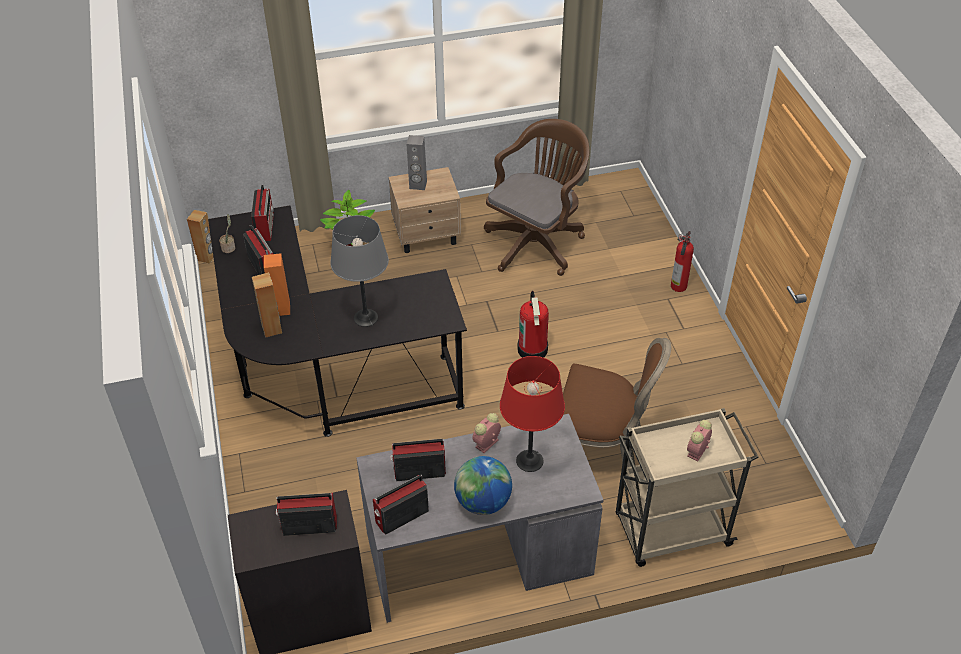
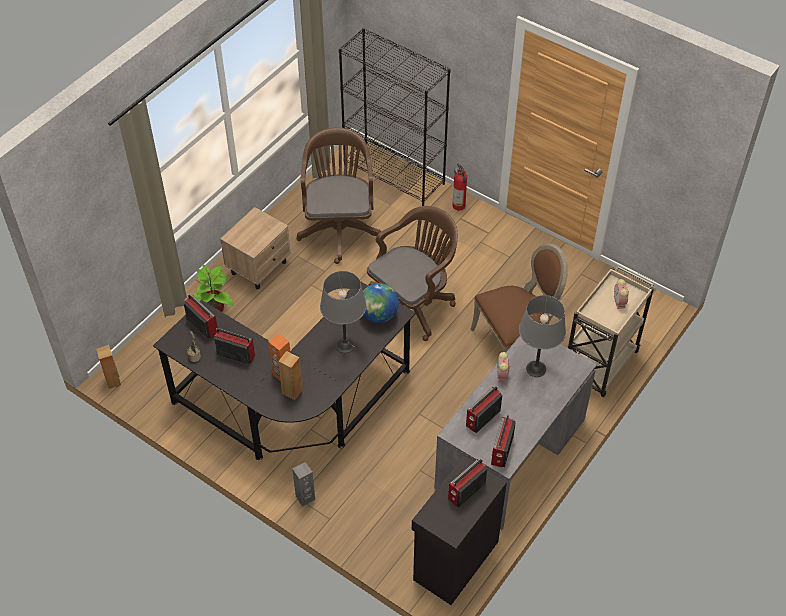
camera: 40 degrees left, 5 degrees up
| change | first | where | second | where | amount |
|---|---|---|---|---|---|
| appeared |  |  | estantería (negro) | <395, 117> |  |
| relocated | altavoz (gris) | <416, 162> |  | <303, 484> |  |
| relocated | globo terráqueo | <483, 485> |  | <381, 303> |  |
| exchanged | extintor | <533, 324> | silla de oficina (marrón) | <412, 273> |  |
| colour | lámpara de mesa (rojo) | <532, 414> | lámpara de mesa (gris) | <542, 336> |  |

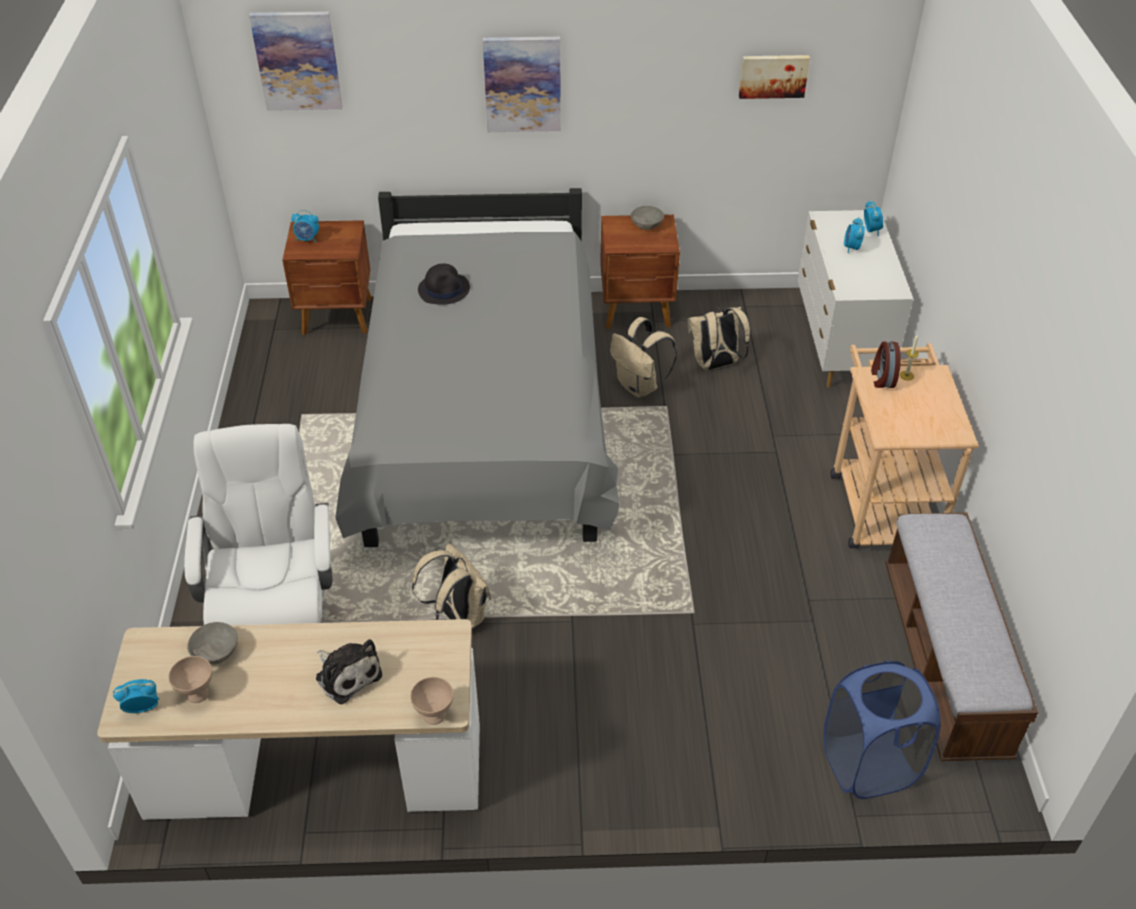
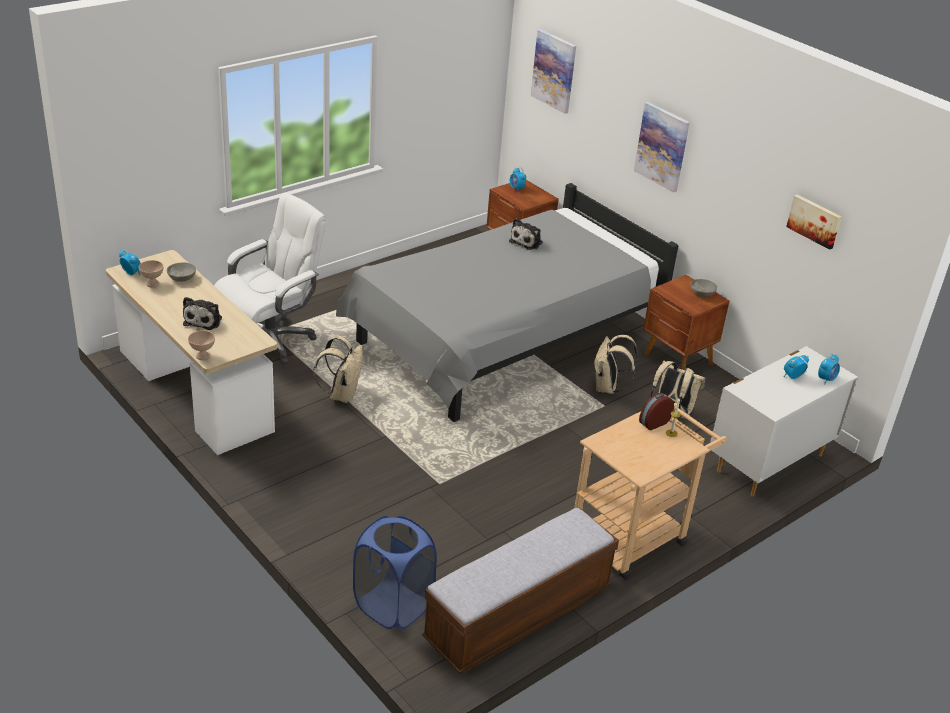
camera: 50 degrees right, 10 degrees down
| change | first | where | second | where | amount |
|---|---|---|---|---|---|
| exchanged | sombrero (negro) | <444, 284> | peluche | <526, 234> |  |

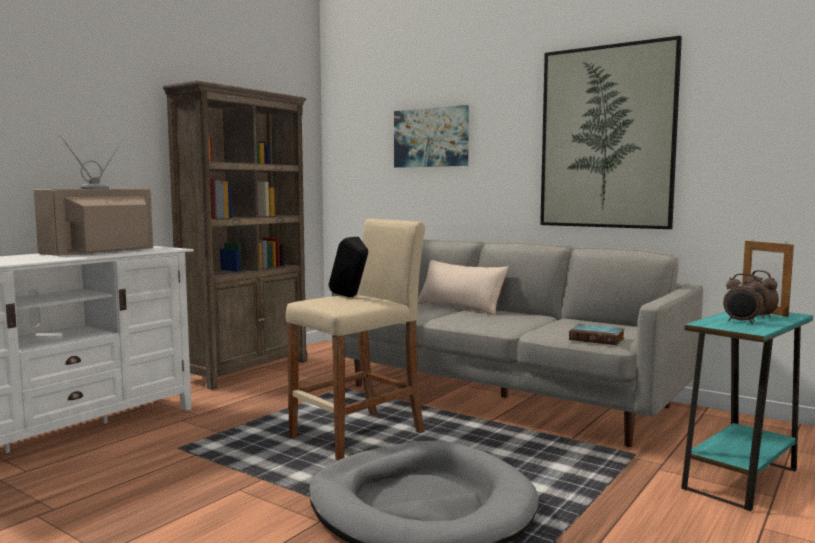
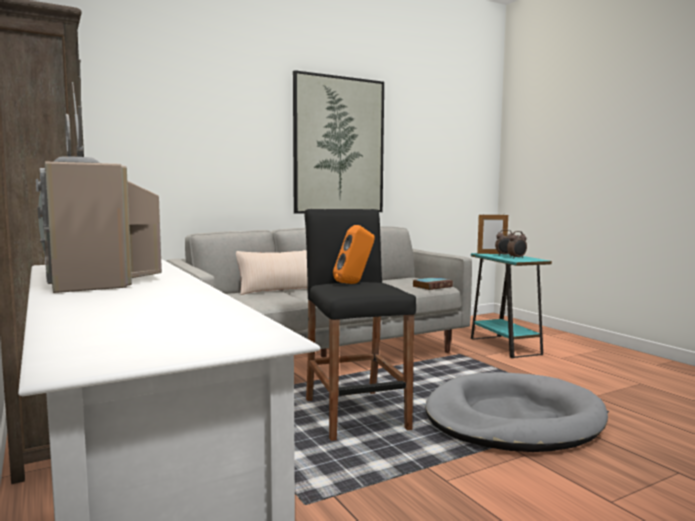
camera: 65 degrees left, 0 degrees up
| change | first | where | second | where | amount |
|---|---|---|---|---|---|
| missing | cuadro | <431, 136> |  |  |  |
| colour | taburete (beis) | <355, 340> | taburete (negro) | <360, 325> |  |
| colour | altavoz (negro) | <348, 267> | altavoz (naranja) | <353, 254> |  |

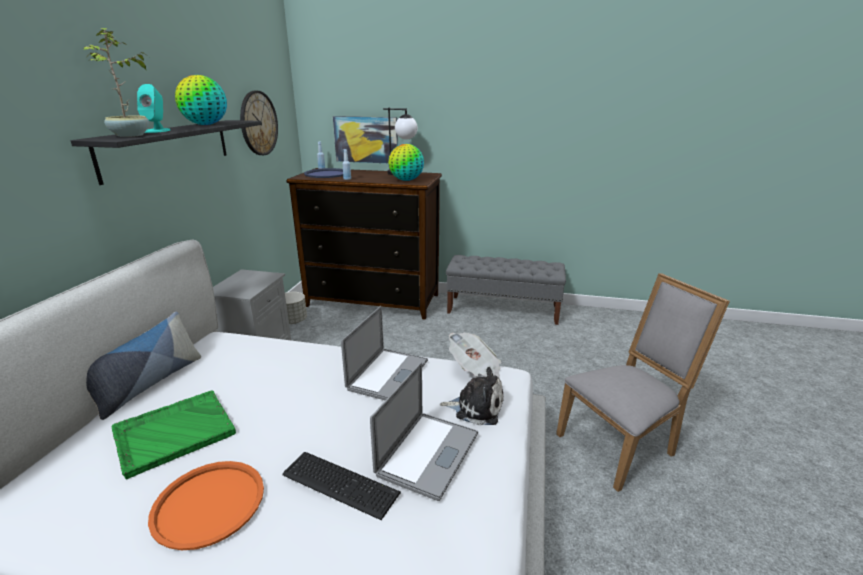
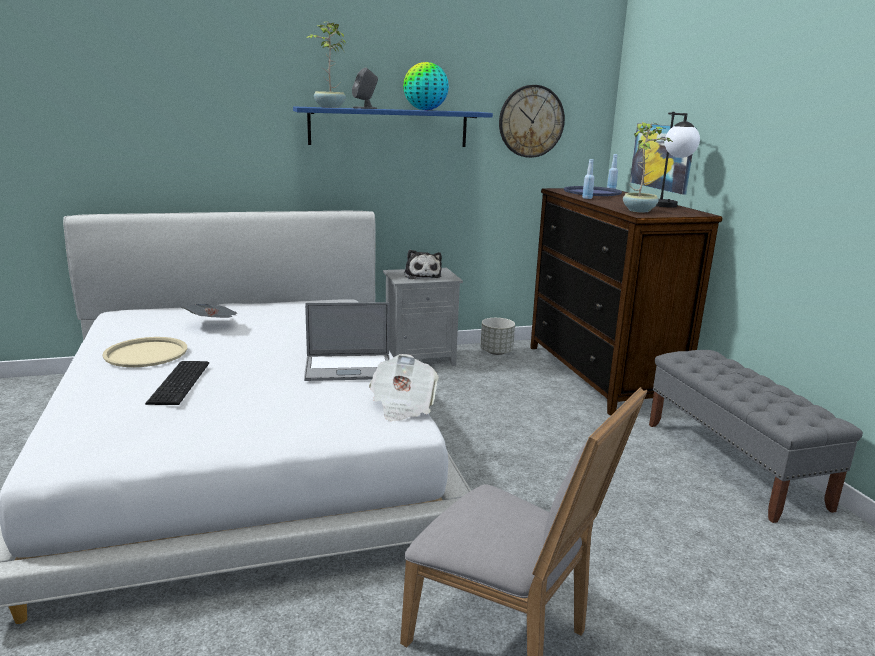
camera: 60 degrees right, 5 degrees down
| change | first | where | second | where | amount |
|---|---|---|---|---|---|
| missing | cojín | <143, 365> |  |  |  |
| missing | portátil | <424, 431> |  |  |  |
| relocated | peluche | <472, 396> |  | <423, 264> |  |
| exchanged | bandeja (verde) | <173, 435> | periódico | <209, 311> |  |
| exchanged | globo terráqueo | <406, 162> | planta en maceta | <648, 167> |  |
| colour | estante (negro) | <165, 152> | estante (azul) | <393, 126> |  |
| colour | altavoz (turquesa) | <153, 108> | altavoz (gris) | <365, 88> |  |
| colour | bandeja (naranja) | <206, 505> | bandeja (beis) | <144, 352> |  |

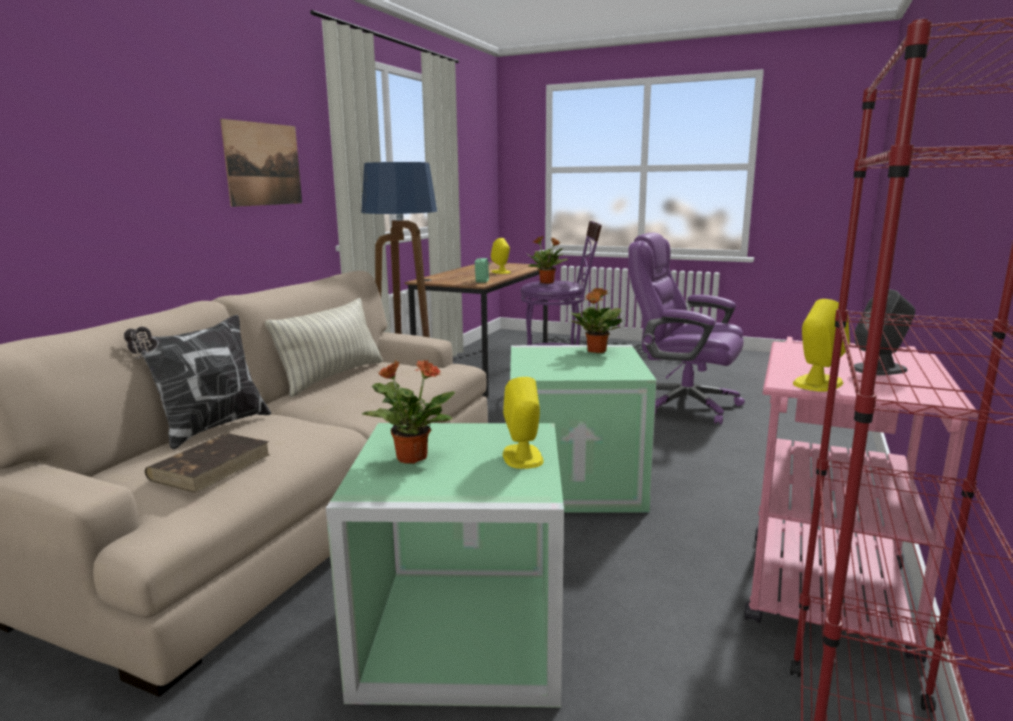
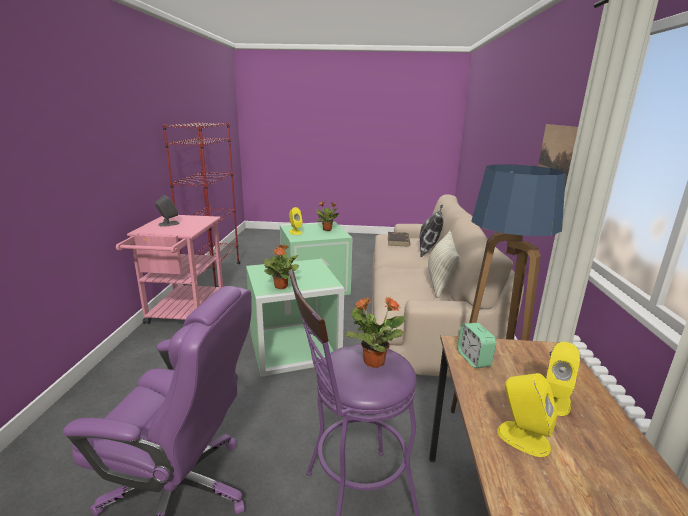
camera: 160 degrees right, 5 degrees up
| change | first | where | second | where | amount |
|---|---|---|---|---|---|
| relocated | altavoz (amarillo) | <821, 345> |  | <563, 379> |  |

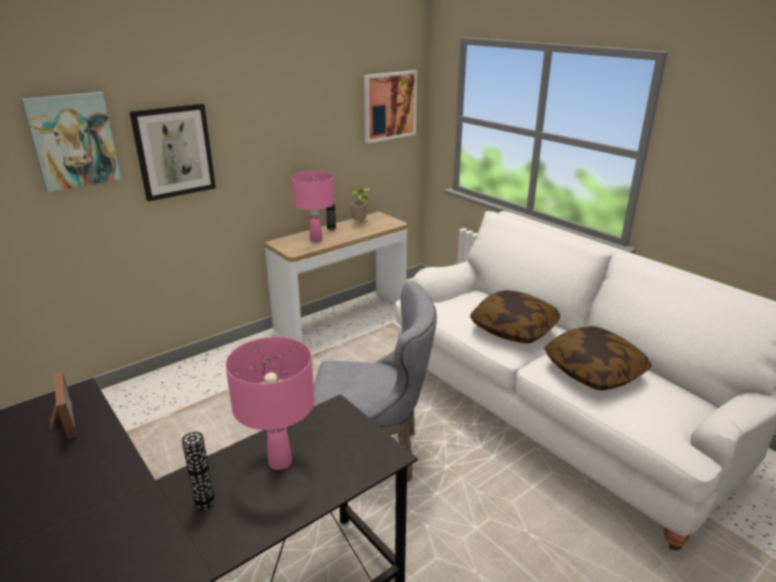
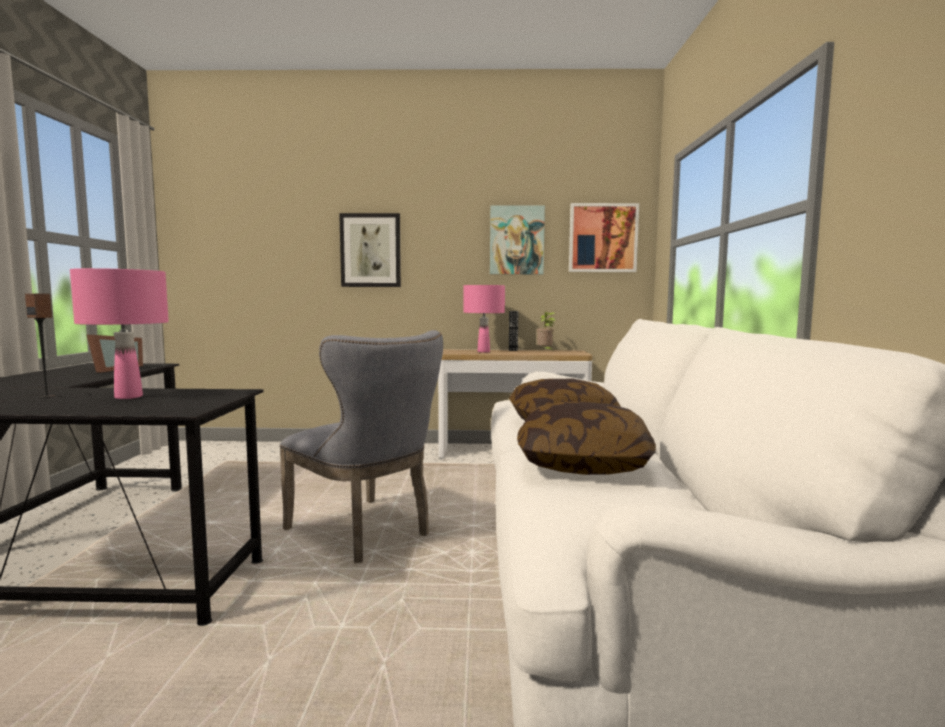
camera: 40 degrees right, 20 degrees down
| change | first | where | second | where | amount |
|---|---|---|---|---|---|
| relocated | cuadro | <71, 142> |  | <517, 239> |  |
| exchanged | florero | <198, 471> | altavoz | <40, 345> |  |

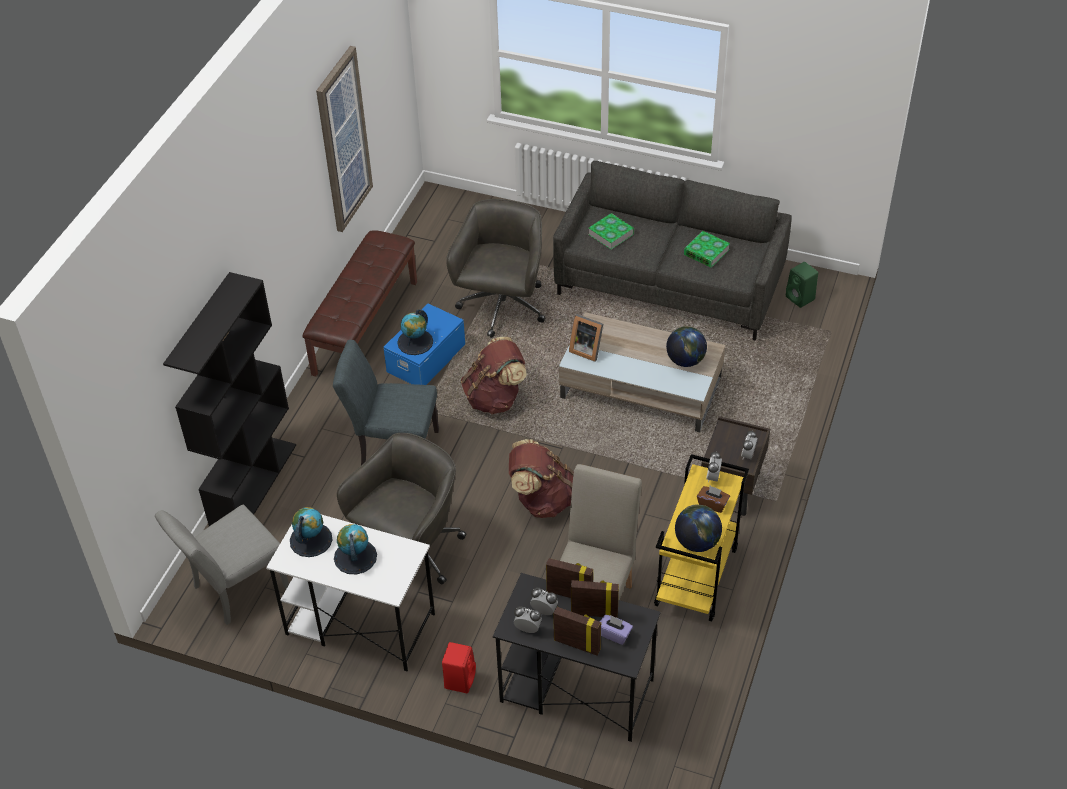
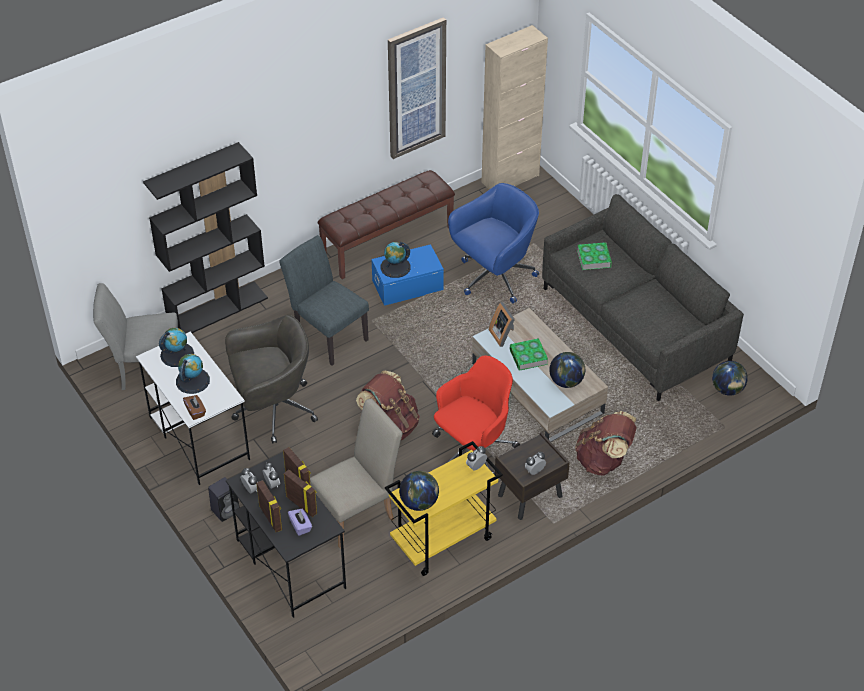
camera: 35 degrees right, 0 degrees up
| change | first | where | second | where | amount |
|---|---|---|---|---|---|
| appeared |  |  | silla de oficina (rojo) | <476, 415> |  |
| appeared |  |  | armario (beis) | <514, 107> |  |
| relocated | mochila (marrón) | <494, 375> |  | <606, 443> |  |
| relocated | libro | <707, 249> |  | <529, 354> |  |
| relocated | caja de pañuelos (marrón) | <713, 499> |  | <194, 407> |  |
| exchanged | altavoz (verde) | <802, 285> | globo terráqueo | <730, 378> |  |
| colour | altavoz (rojo) | <459, 667> | altavoz (negro) | <224, 499> |  |
| colour | silla de oficina (gris) | <495, 268> | silla de oficina (azul) | <493, 243> |  |

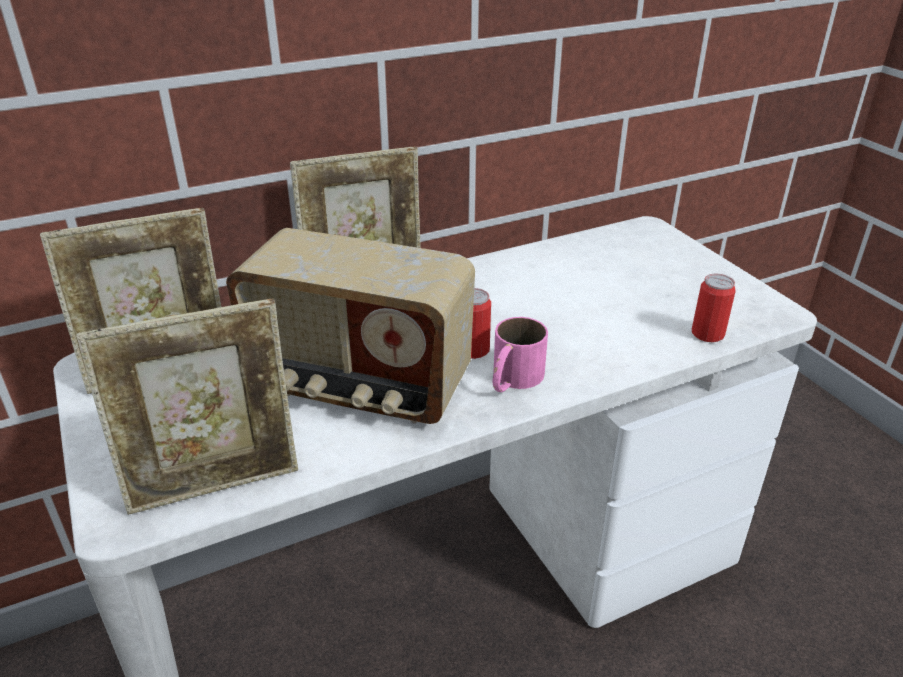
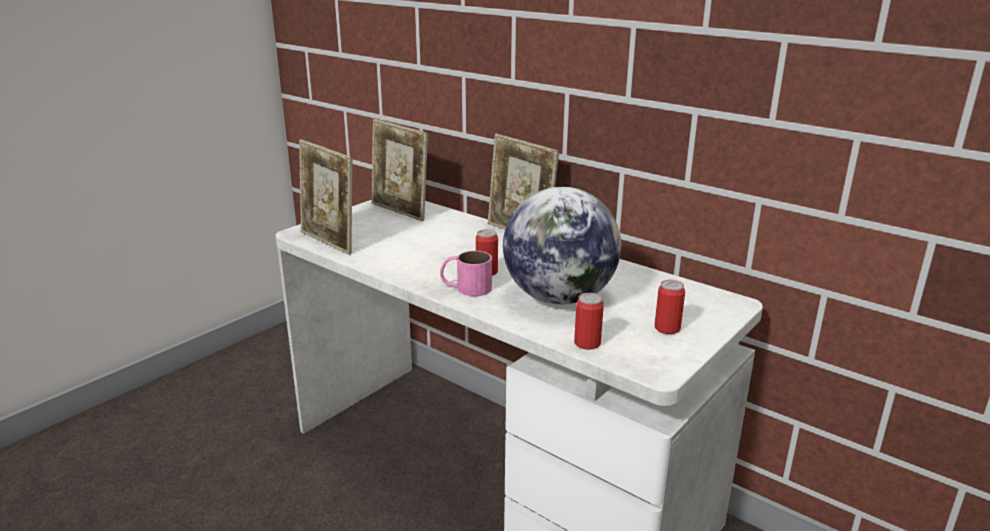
camera: 65 degrees right, 10 degrees down
| change | first | where | second | where | amount |
|---|---|---|---|---|---|
| missing | radio | <350, 326> |  |  |  |
| appeared |  |  | globo terráqueo | <562, 246> |  |
| appeared |  |  | lata | <669, 307> |  |

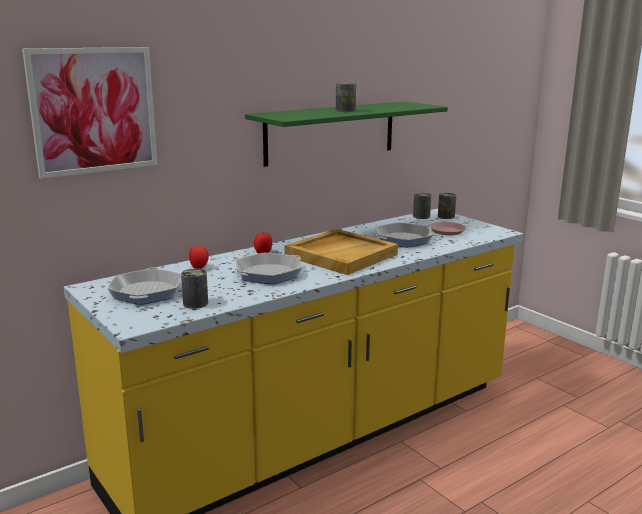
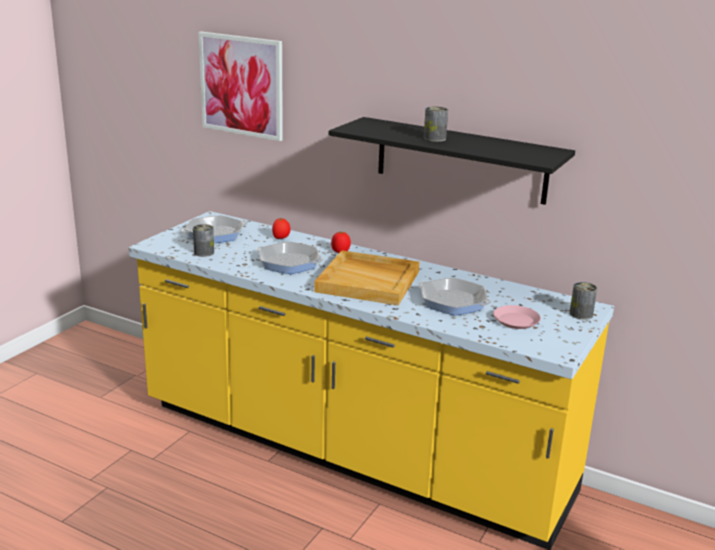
camera: 65 degrees right, 5 degrees up
| change | first | where | second | where | amount |
|---|---|---|---|---|---|
| missing | lata | <422, 206> |  |  |  |
| colour | estante (verde) | <346, 134> | estante (negro) | <452, 161> |  |

